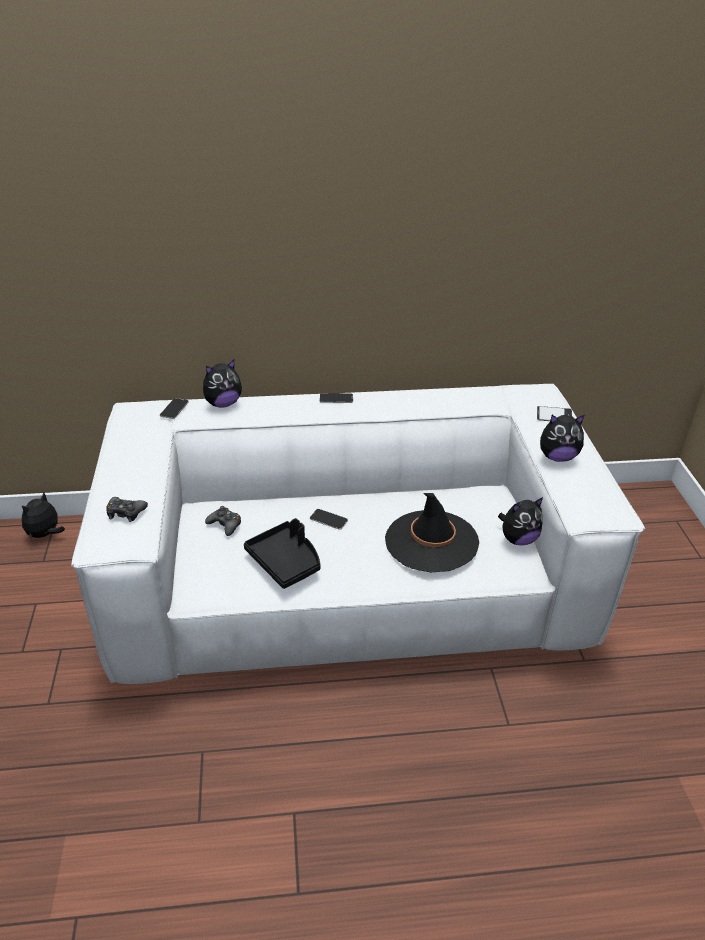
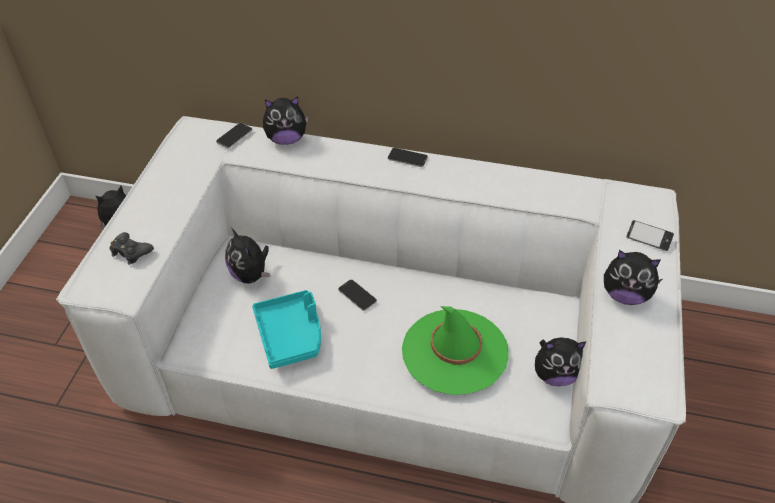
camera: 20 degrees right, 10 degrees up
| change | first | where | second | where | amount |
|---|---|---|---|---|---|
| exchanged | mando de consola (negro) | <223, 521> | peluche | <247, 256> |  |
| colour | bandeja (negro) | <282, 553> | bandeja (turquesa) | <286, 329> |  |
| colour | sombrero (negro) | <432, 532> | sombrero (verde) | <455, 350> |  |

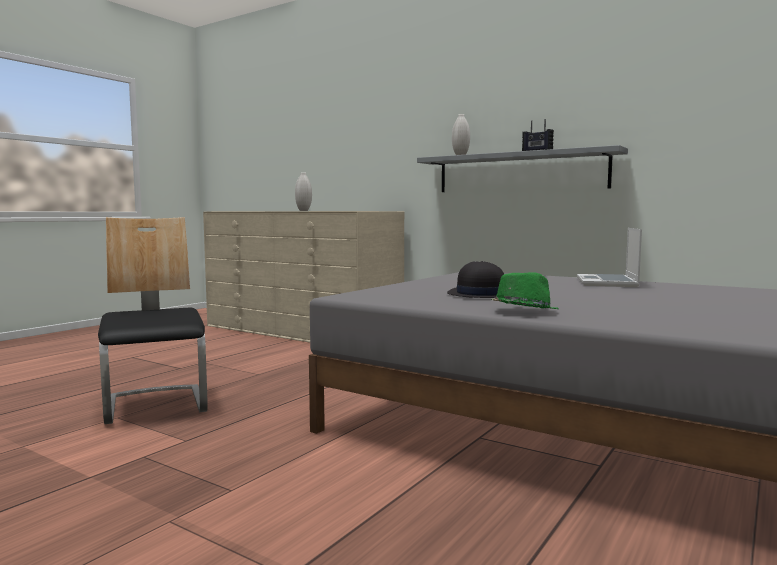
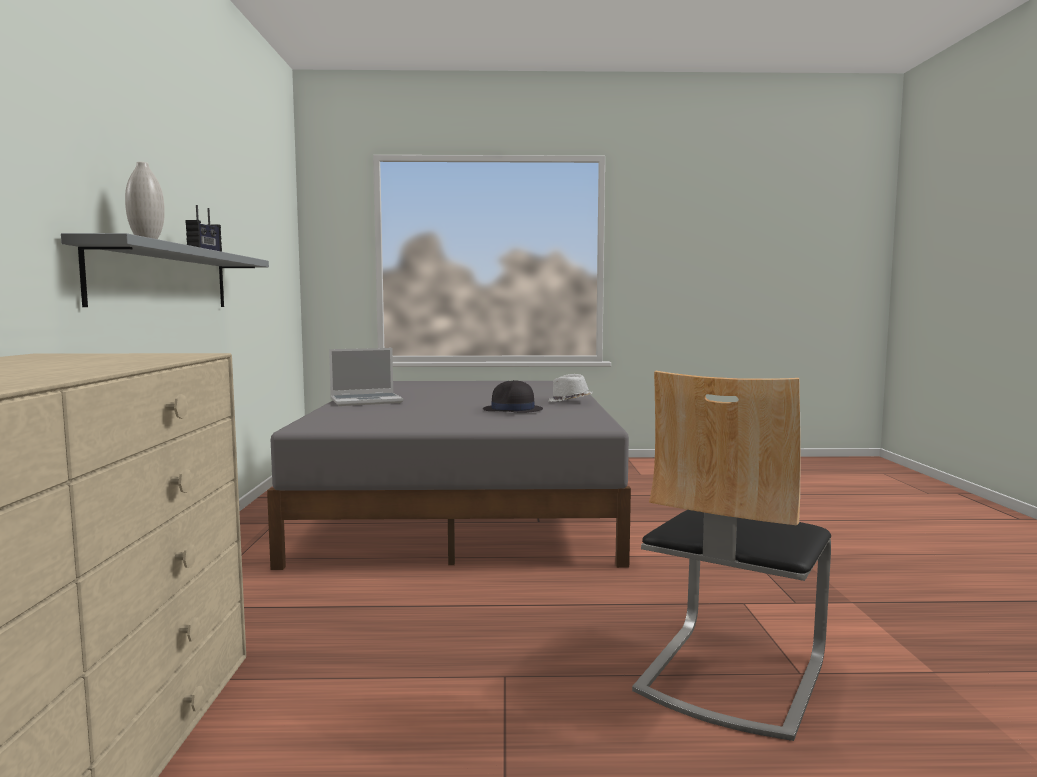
camera: 125 degrees left, 0 degrees up
| change | first | where | second | where | amount |
|---|---|---|---|---|---|
| missing | florero (blanco) | <303, 191> |  |  |  |
| colour | sombrero (verde) | <524, 290> | sombrero (blanco) | <570, 388> |  |

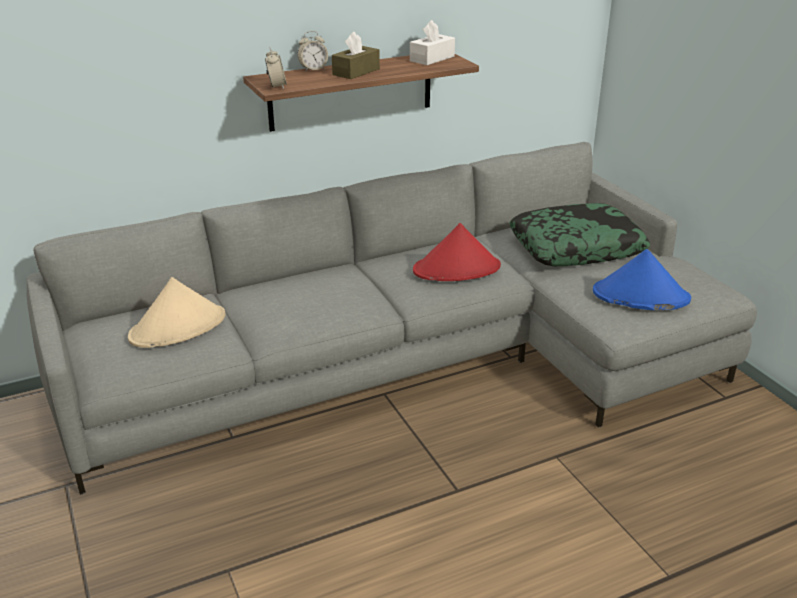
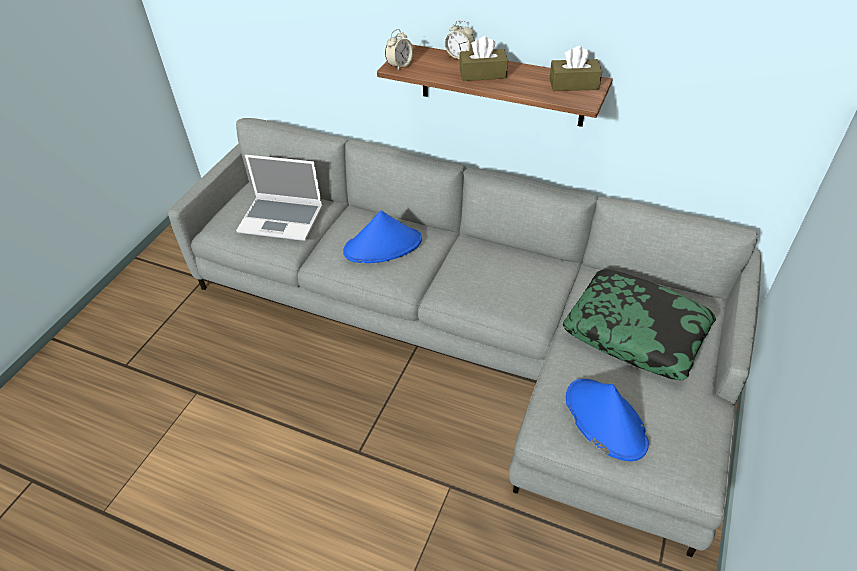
camera: 50 degrees right, 15 degrees up
| change | first | where | second | where | amount |
|---|---|---|---|---|---|
| missing | sombrero (rojo) | <457, 252> |  |  |  |
| appeared |  |  | sombrero (azul) | <382, 236> |  |
| exchanged | sombrero (beis) | <177, 312> | portátil | <279, 198> |  |
| colour | caja de pañuelos (blanco) | <432, 42> | caja de pañuelos (marrón) | <576, 68> |  |

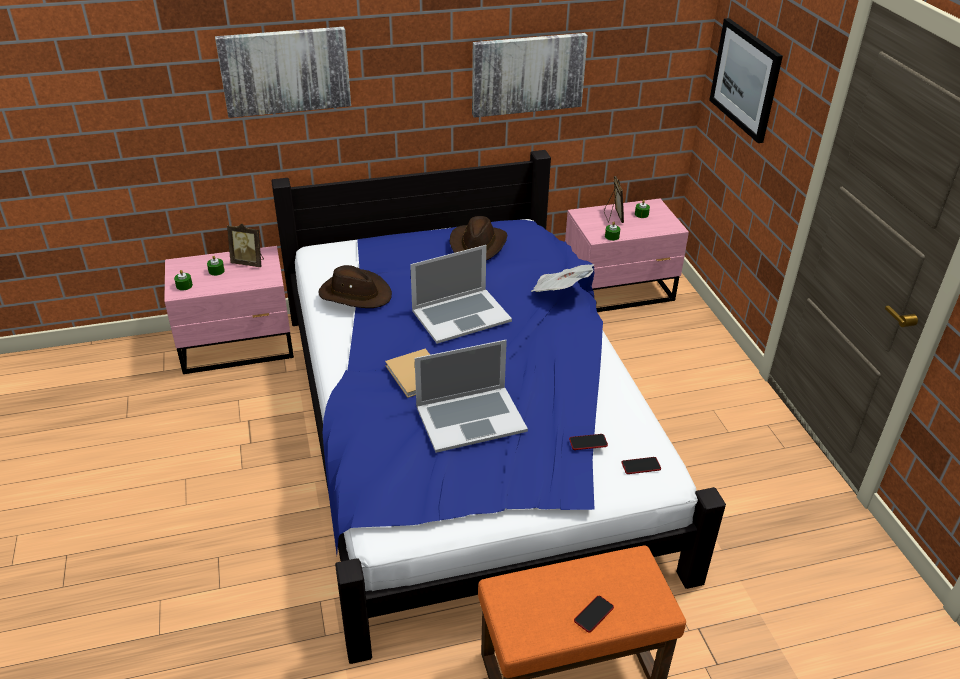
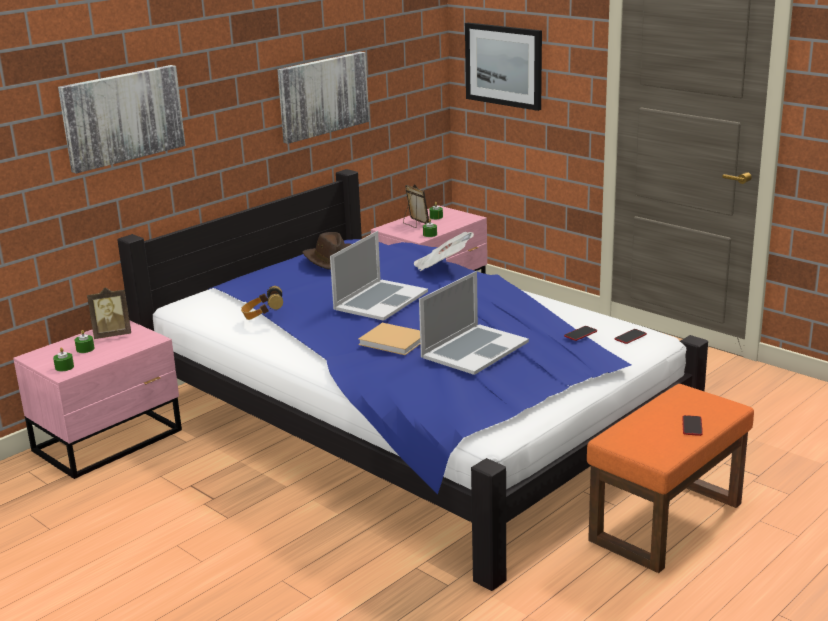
camera: 30 degrees left, 15 degrees down
| change | first | where | second | where | amount |
|---|---|---|---|---|---|
| exchanged | sombrero (marrón) | <355, 286> | auriculares | <262, 303> |  |

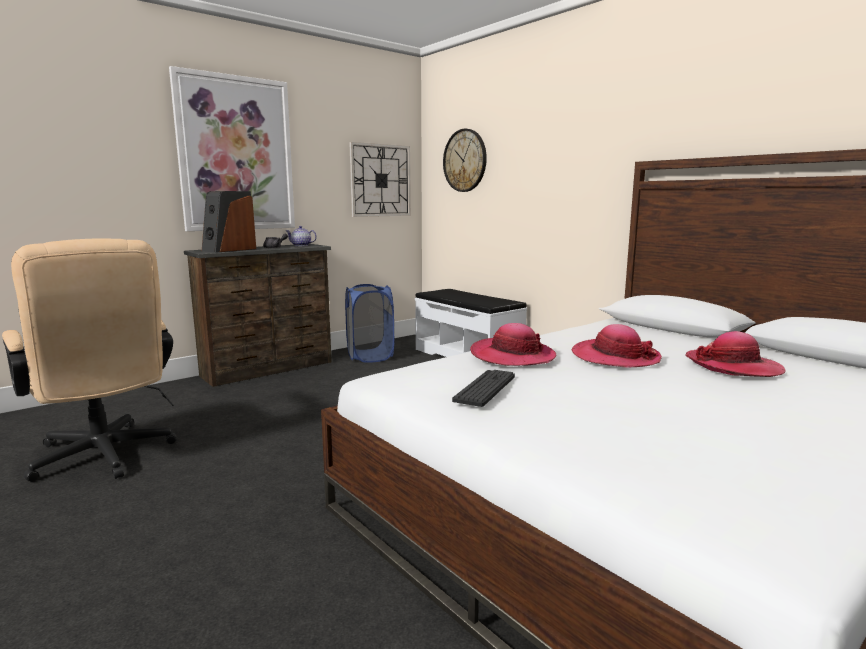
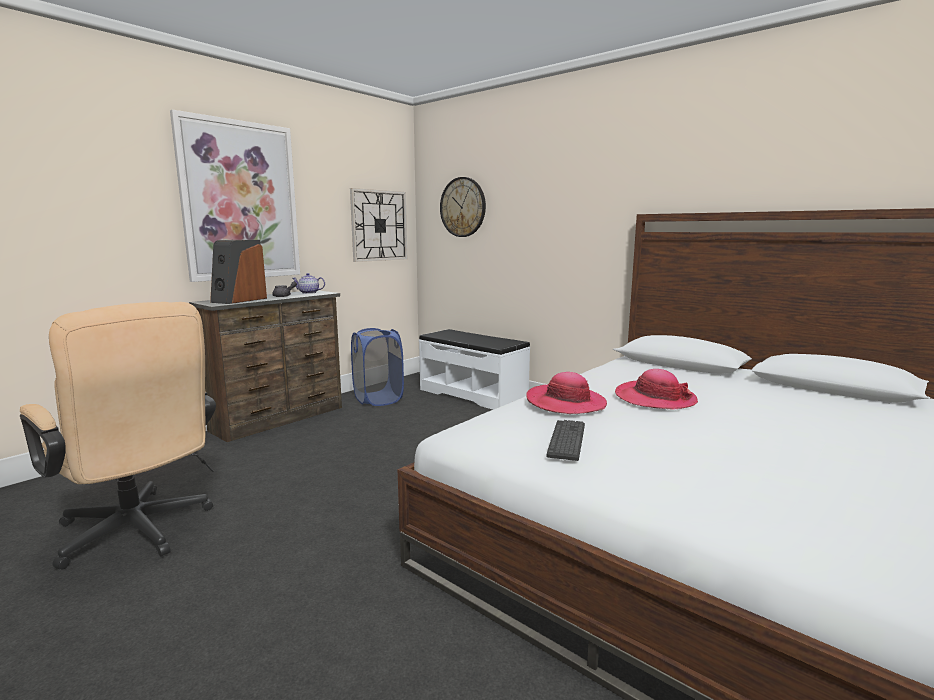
camera: 10 degrees left, 0 degrees up
| change | first | where | second | where | amount |
|---|---|---|---|---|---|
| missing | sombrero | <736, 354> |  |  |  |

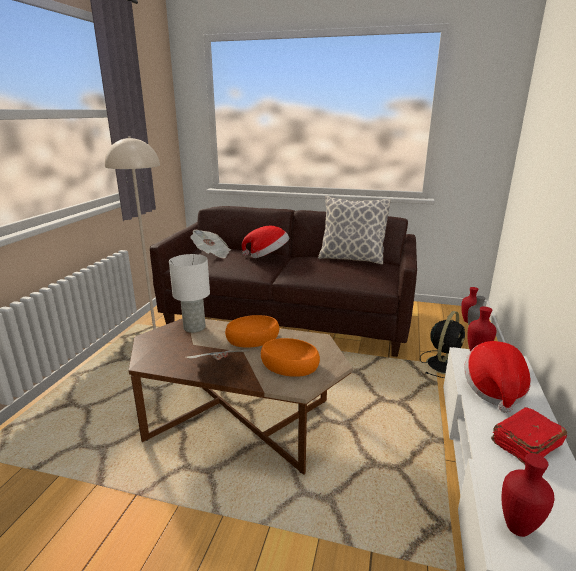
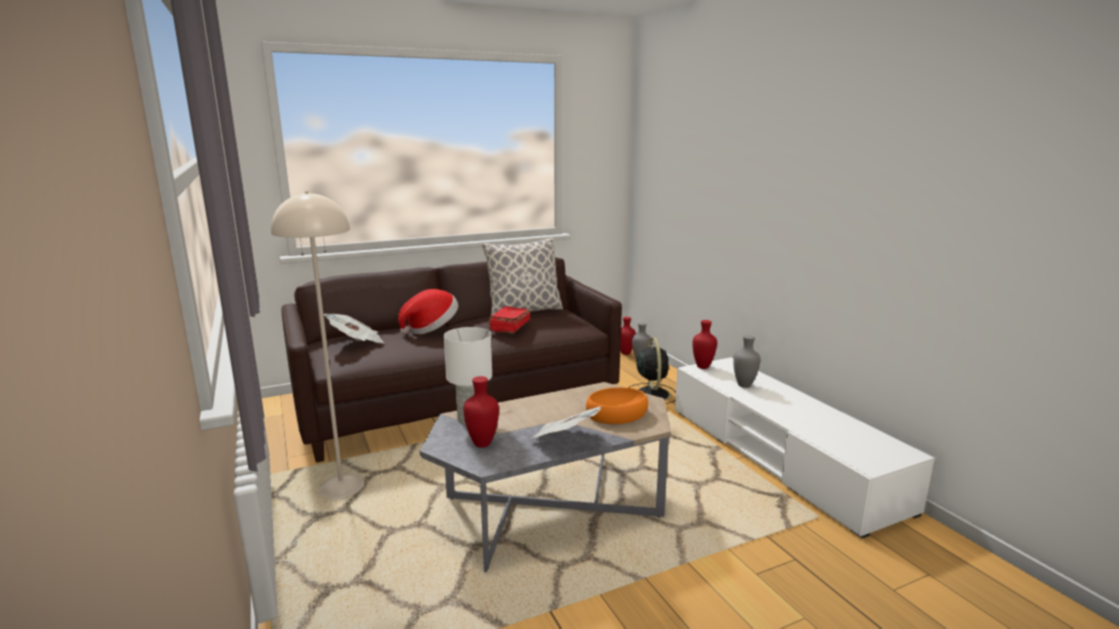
camera: 40 degrees left, 5 degrees down
| change | first | where | second | where | amount |
|---|---|---|---|---|---|
| missing | cuenco (naranja) | <252, 331> |  |  |  |
| relocated | libro (rojo) | <529, 435> |  | <509, 320> |  |
| relocated | florero (rojo) | <528, 495> |  | <481, 412> |  |
| exchanged | sombrero | <497, 377> | florero (gris) | <747, 361> |  |
| colour | mesa de centro (marrón) | <241, 397> | mesa de centro (gris) | <545, 477> |  |

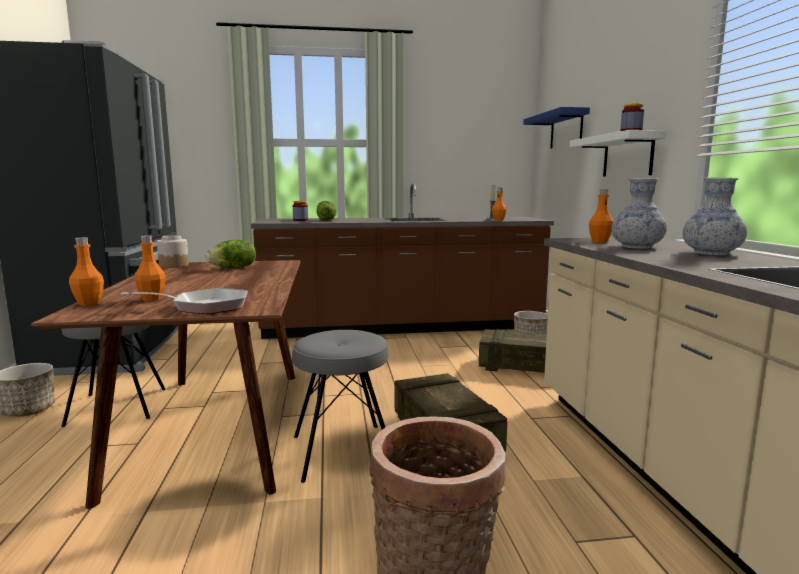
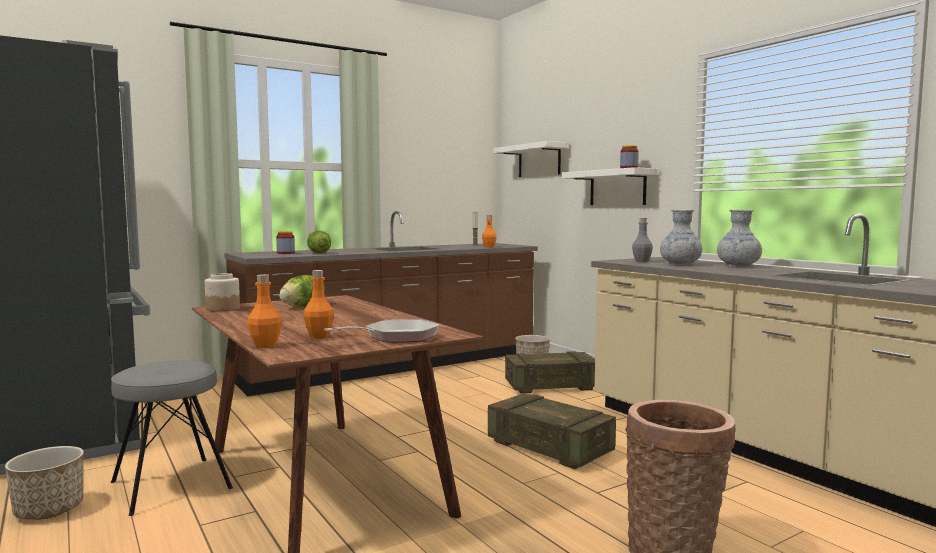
camera: 25 degrees left, 5 degrees down
| change | first | where | second | where | amount |
|---|---|---|---|---|---|
| missing | taburete (gris) | <340, 406> |  |  |  |
| colour | estante (azul) | <556, 127> | estante (blanco) | <531, 159> |  |
| colour | botella (naranja) | <601, 216> | botella (gris) | <642, 240> |  |

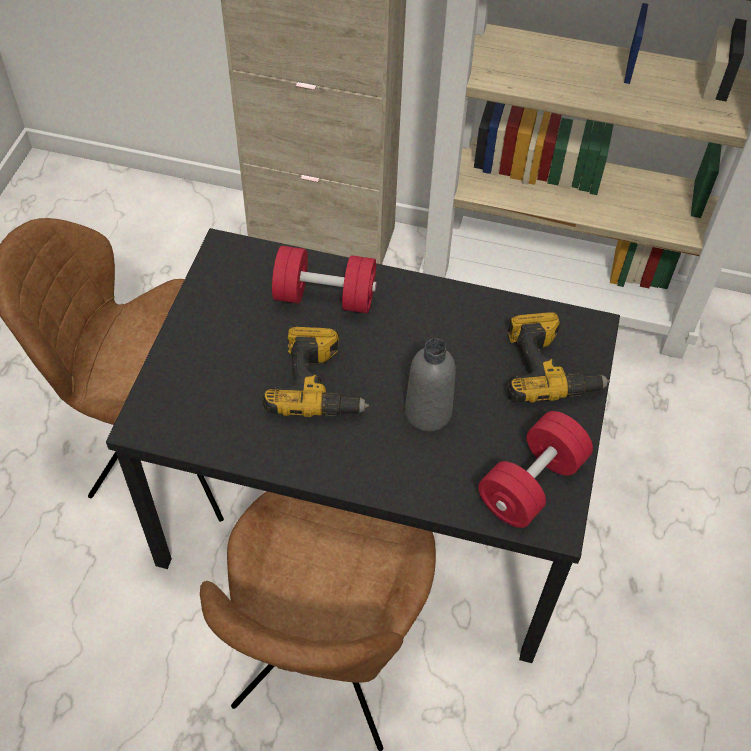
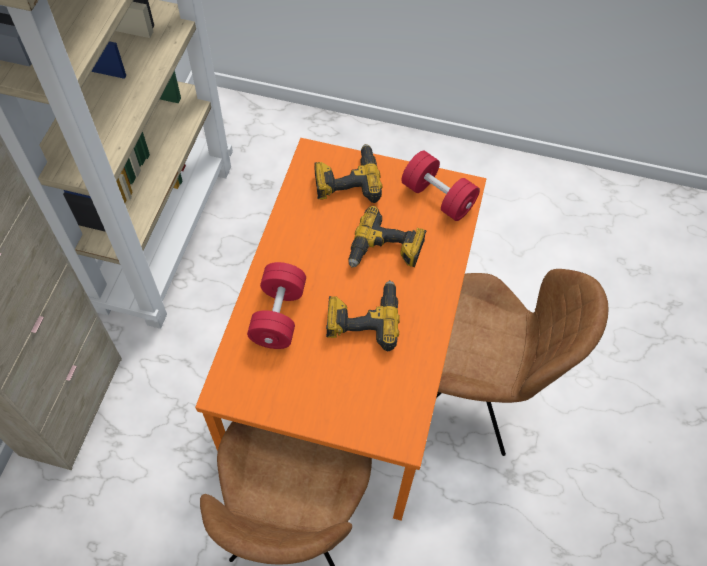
camera: 90 degrees left, 5 degrees up
| change | first | where | second | where | amount |
|---|---|---|---|---|---|
| exchanged | botella (gris) | <430, 384> | taladro | <387, 237> |  |
| colour | mesa de comedor (negro) | <363, 445> | mesa de comedor (naranja) | <340, 329> |  |

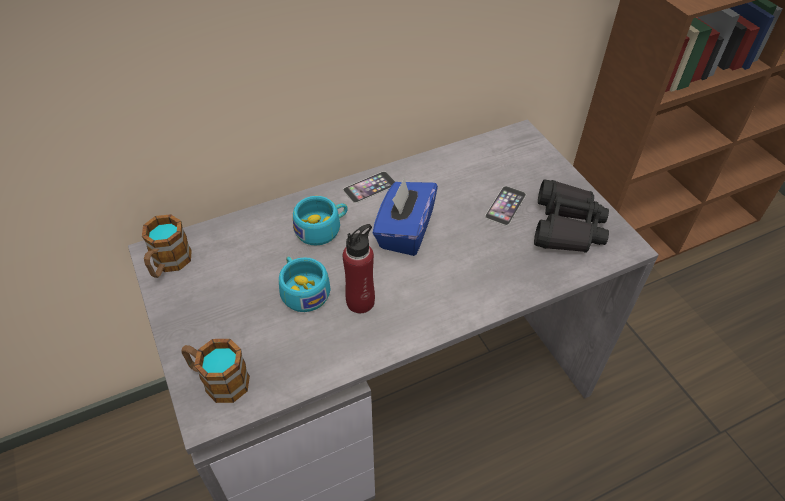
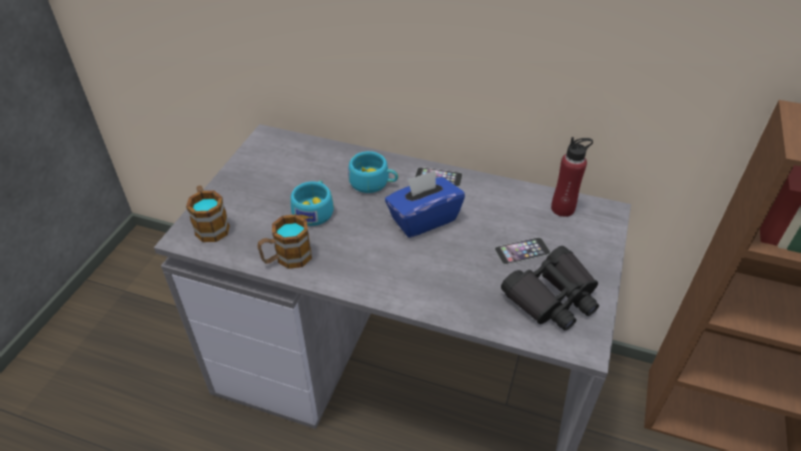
camera: 45 degrees right, 5 degrees down
| change | first | where | second | where | amount |
|---|---|---|---|---|---|
| relocated | taza grande | <167, 246> |  | <284, 241> |  |
| relocated | botella (rojo) | <359, 268> |  | <572, 177> |  |

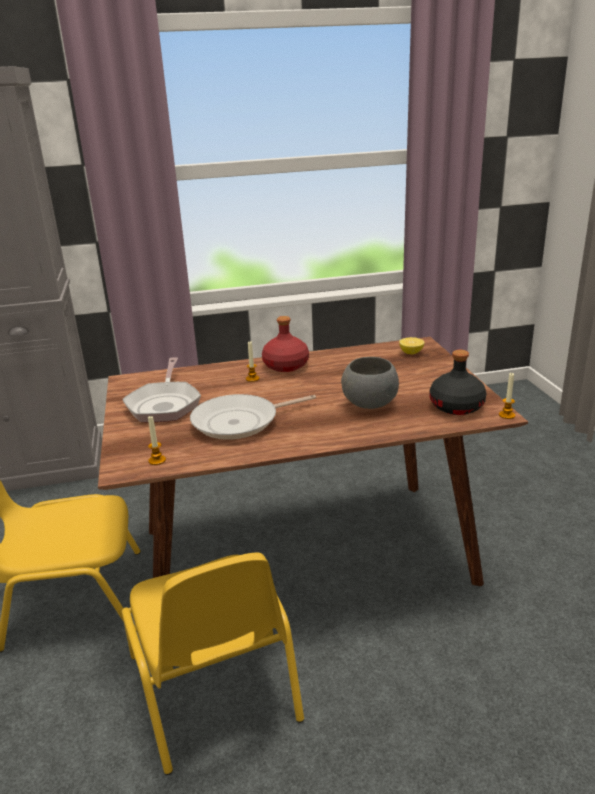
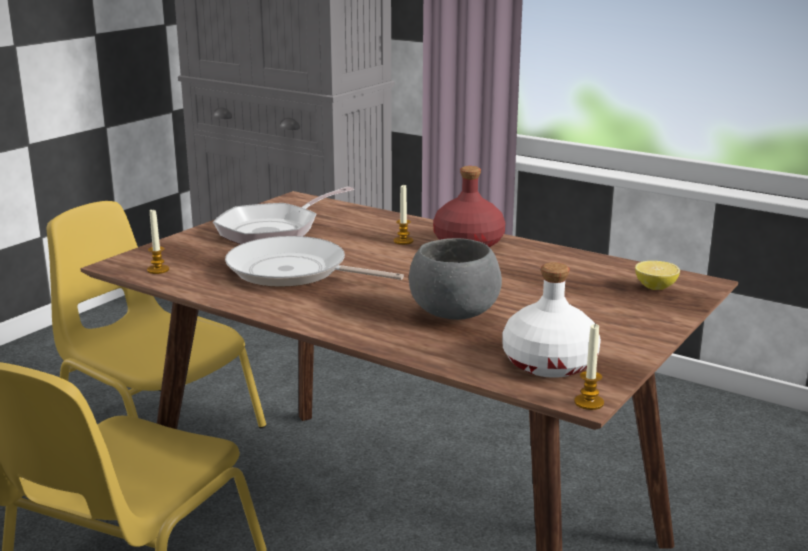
camera: 45 degrees right, 5 degrees down
| change | first | where | second | where | amount |
|---|---|---|---|---|---|
| colour | botella (negro) | <458, 382> | botella (blanco) | <552, 320> |  |

